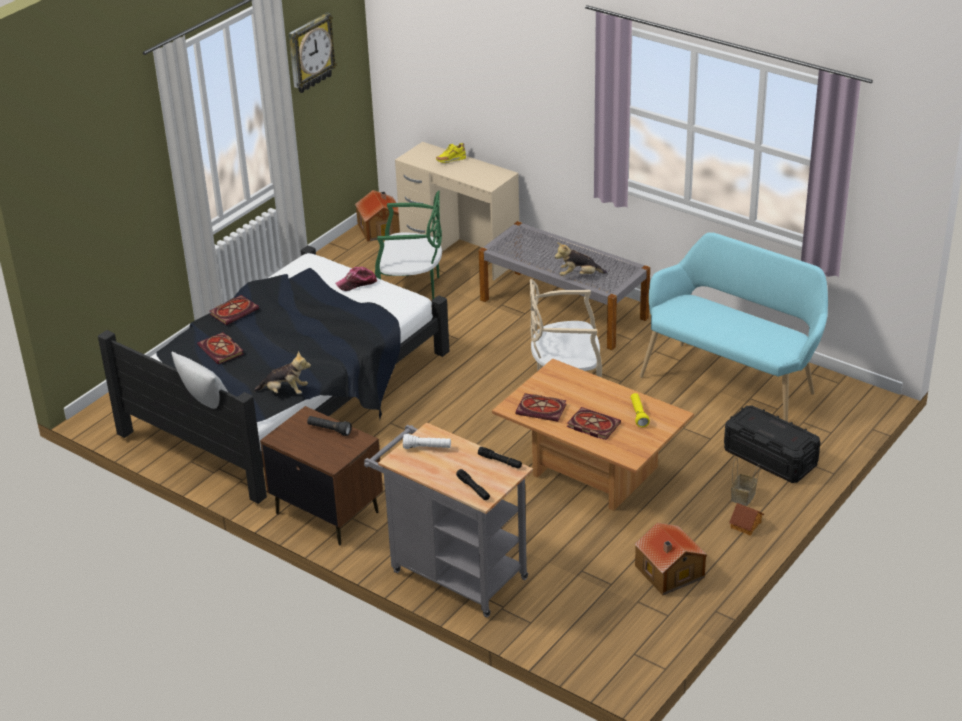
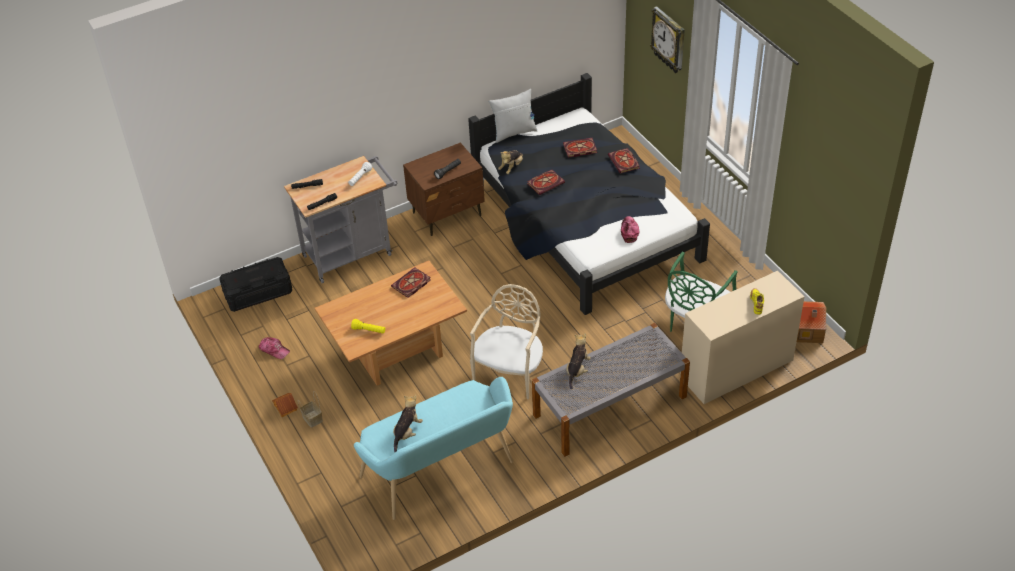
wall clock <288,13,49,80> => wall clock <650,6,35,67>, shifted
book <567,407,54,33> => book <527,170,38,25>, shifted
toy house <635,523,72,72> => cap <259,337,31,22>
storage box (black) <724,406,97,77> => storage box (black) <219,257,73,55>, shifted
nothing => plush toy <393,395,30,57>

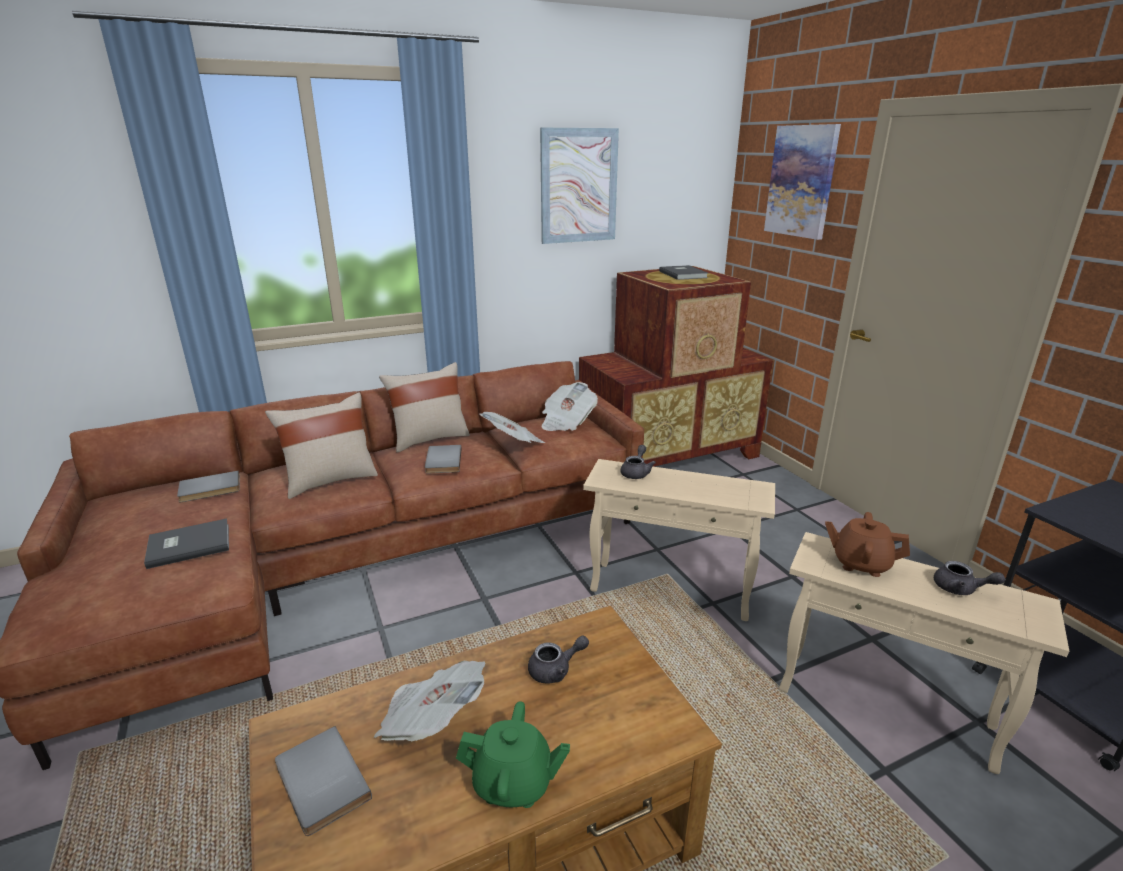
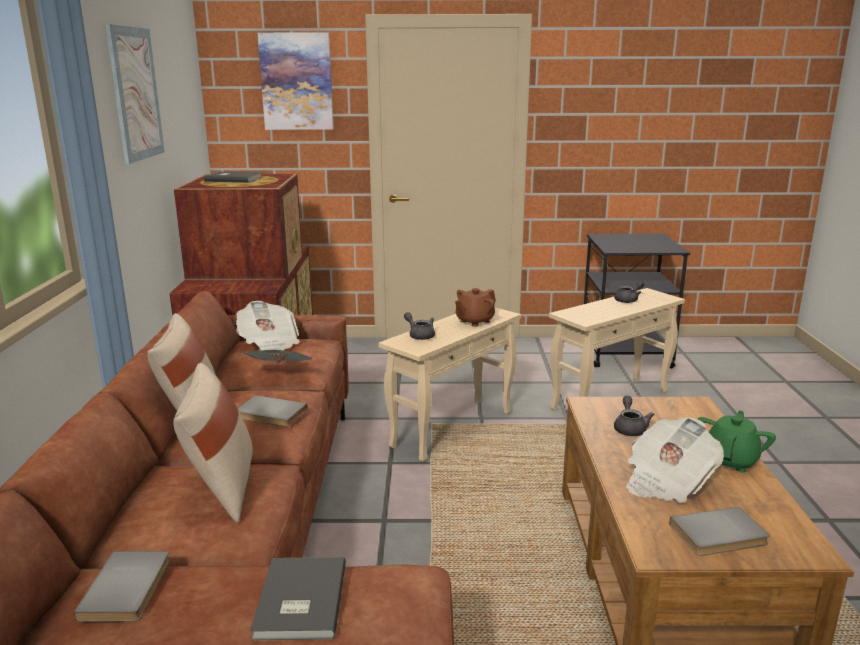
teapot (brown) <825,512,85,65> => teapot (brown) <455,288,41,39>, shifted

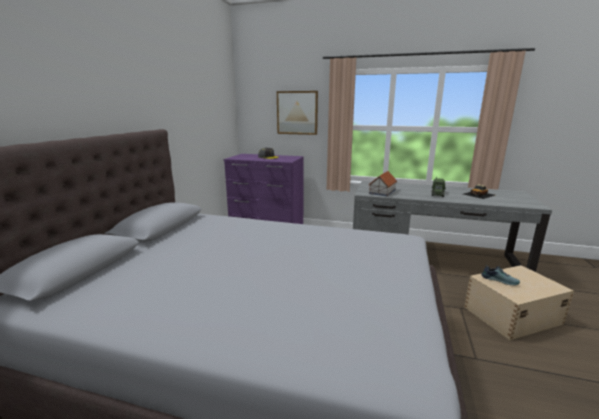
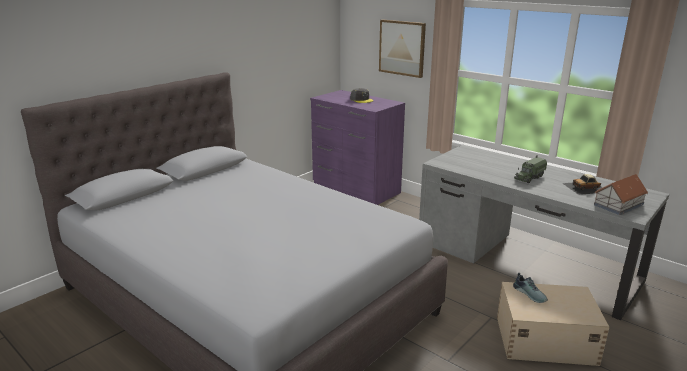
toy house <369,171,28,26> => toy house <594,174,54,41>, shifted

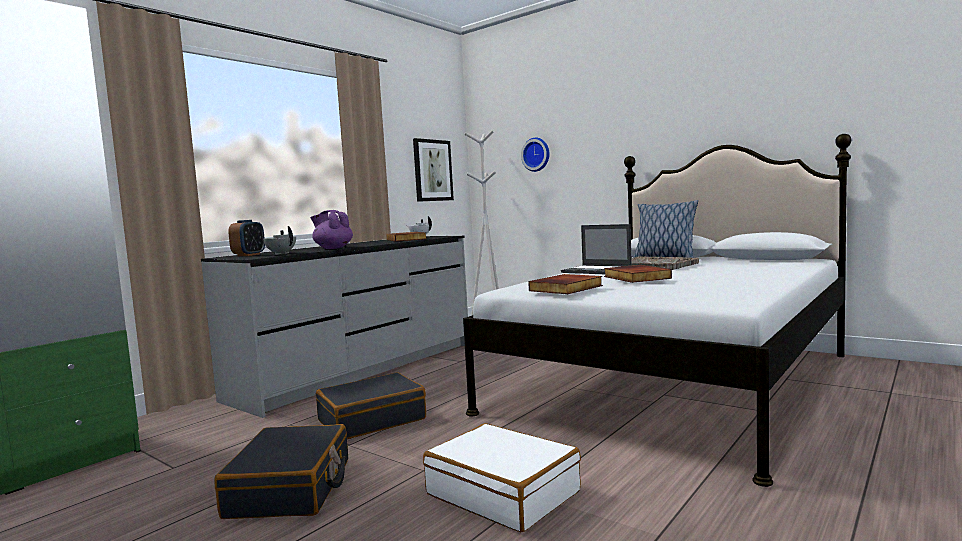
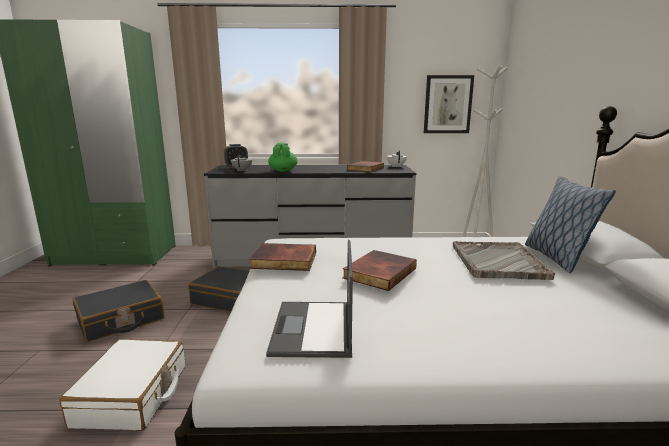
teapot (purple) <310,210,43,39> => teapot (green) <268,143,30,29>
wall clock <521,138,28,34> => nothing
laptop <561,224,71,50> => laptop <266,240,87,118>, shifted

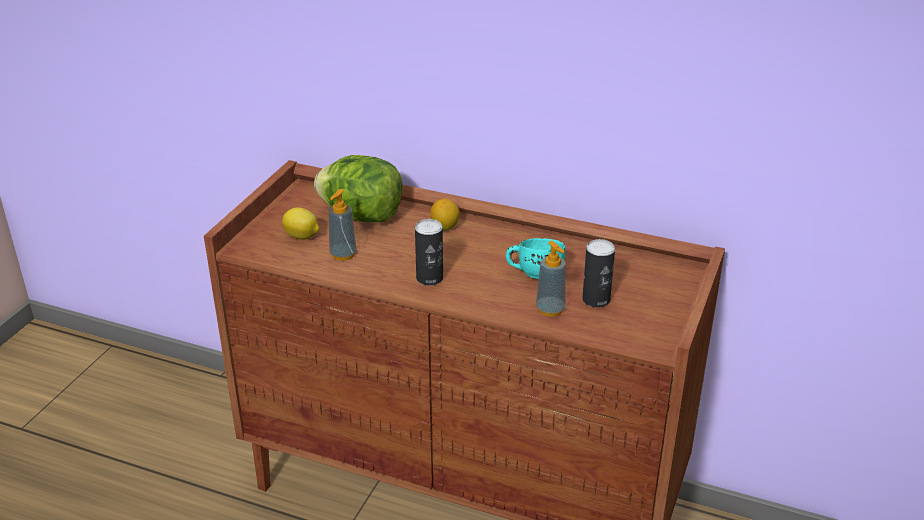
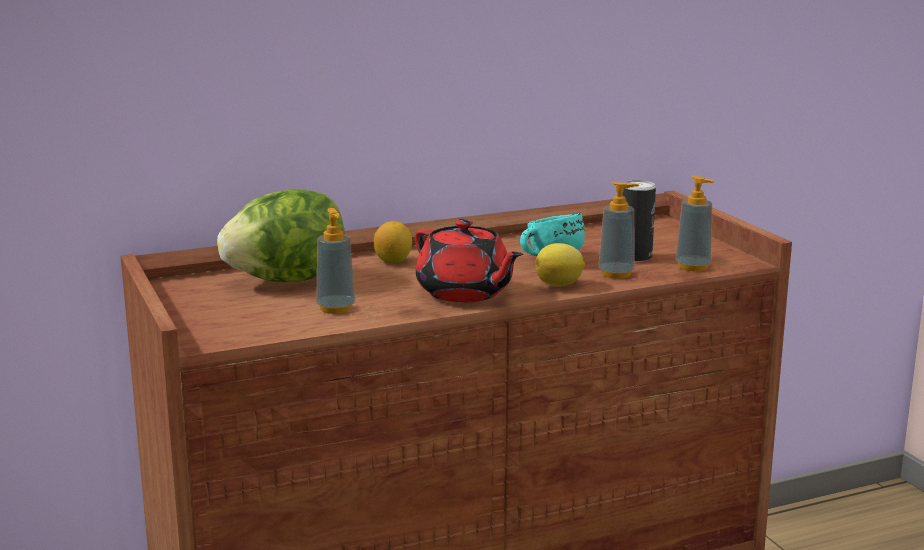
lemon <282,207,38,33> => lemon <535,243,50,44>, shifted
can <415,219,28,66> => teapot (red) <415,219,108,83>
nothing => soap dispenser <675,175,39,96>

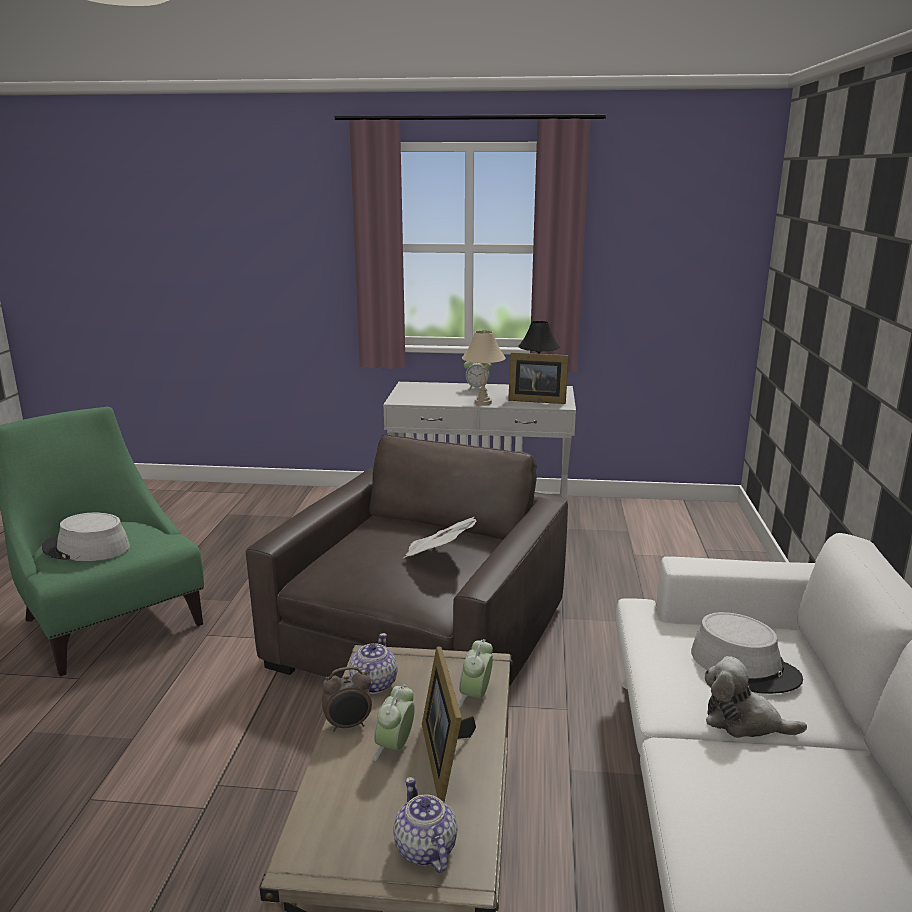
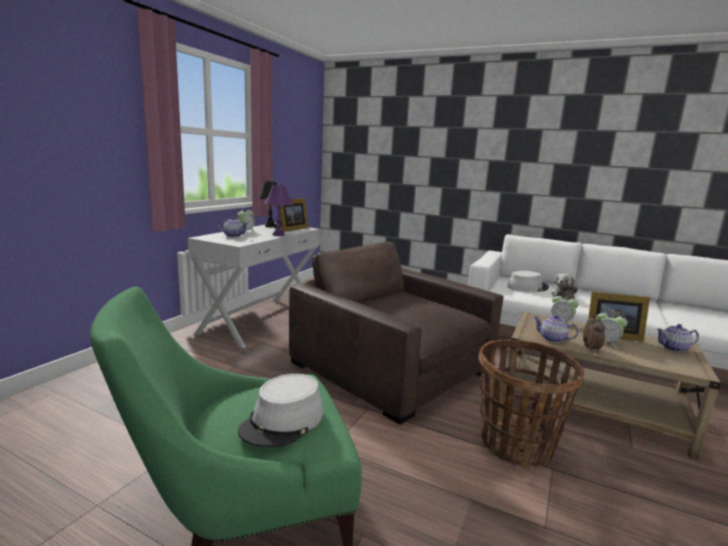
newspaper <403,517,73,41> => nothing
table lamp (beige) <462,330,44,75> => table lamp (purple) <264,185,30,51>
nothing => teapot <218,217,30,20>
nothing => basket <479,340,105,128>

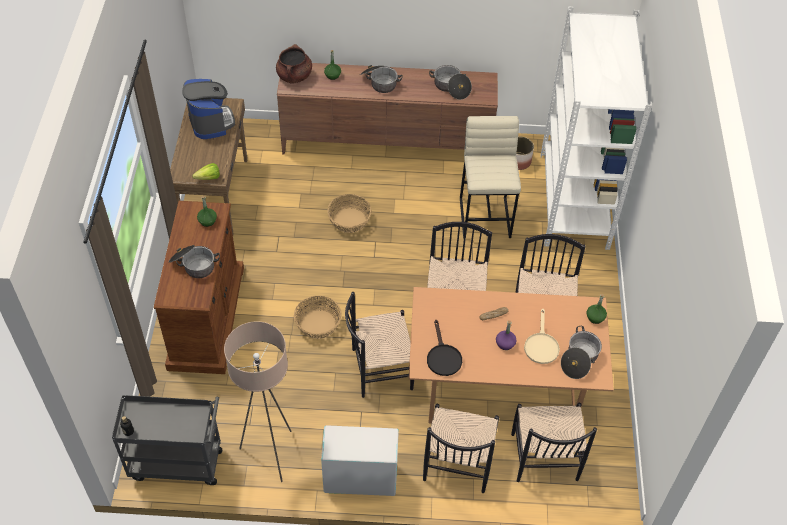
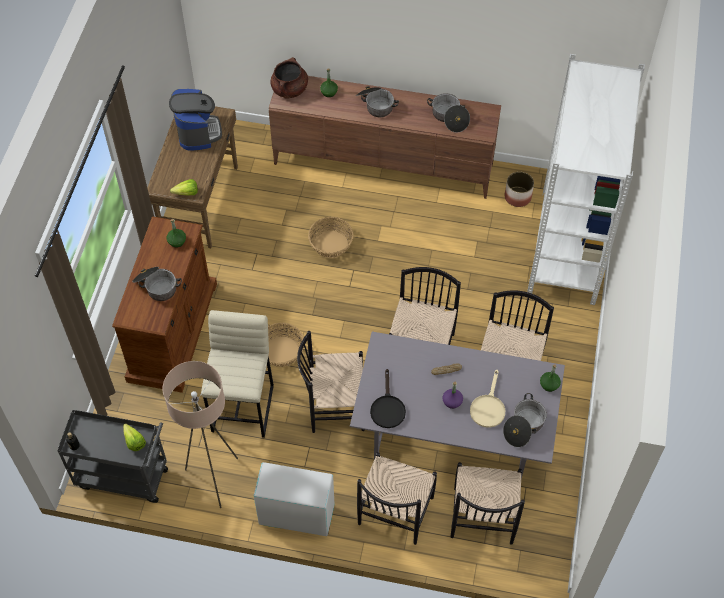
dining table (brown) <409,287,205,136> => dining table (grey) <350,332,215,147>
stool (beige) <460,116,61,123> => stool (beige) <201,310,73,128>, shifted
nothing => lettuce <123,423,23,28>

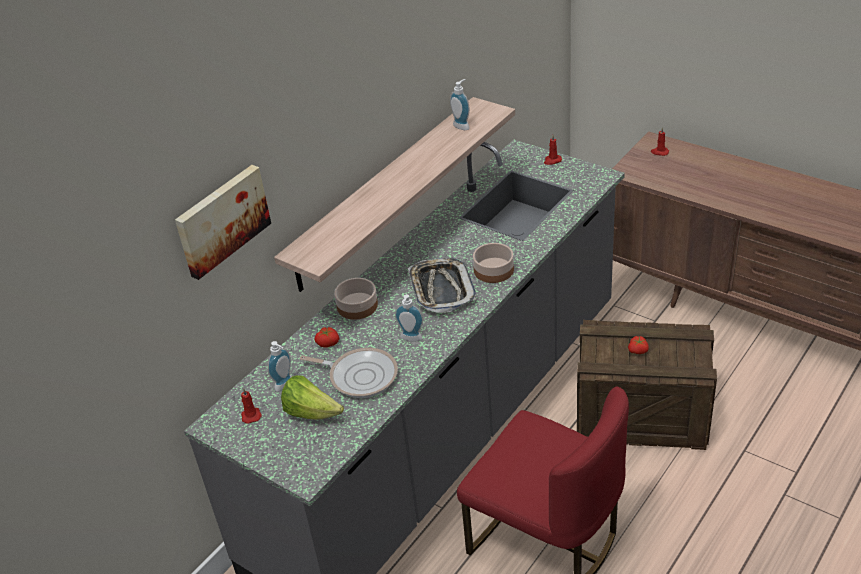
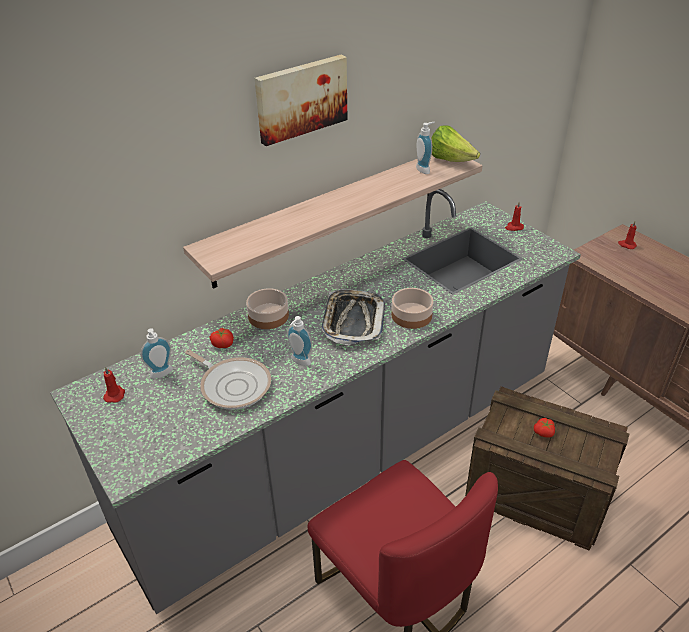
picture <175,165,96,115> => picture <255,55,93,91>, shifted
lettuce <281,375,63,45> => lettuce <431,125,49,37>, shifted

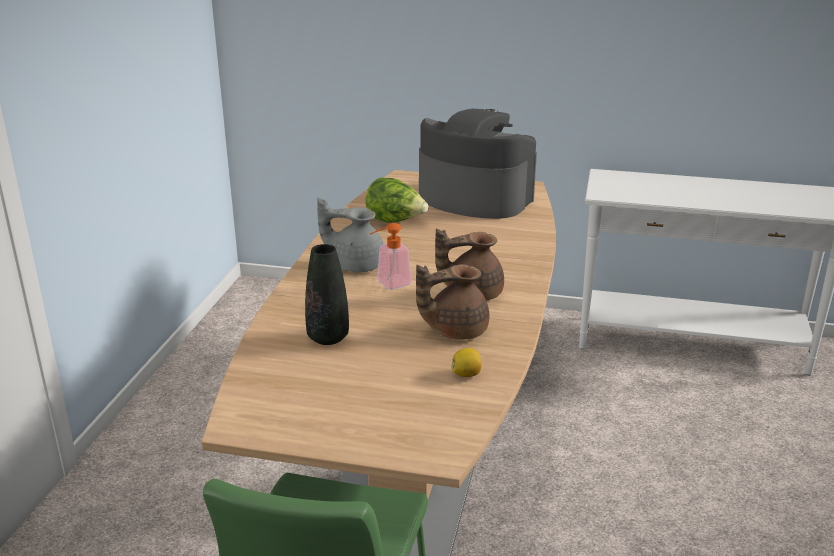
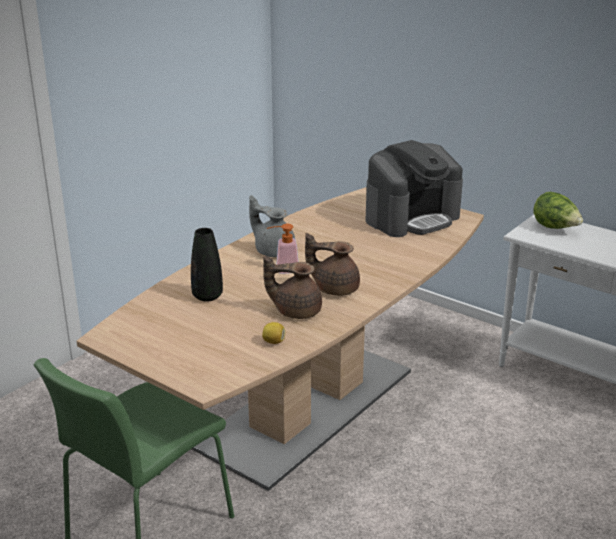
lettuce <365,178,63,44> => lettuce <533,192,50,37>, shifted
coffee machine <419,109,118,110> => coffee machine <366,140,97,97>, 90 degrees clockwise

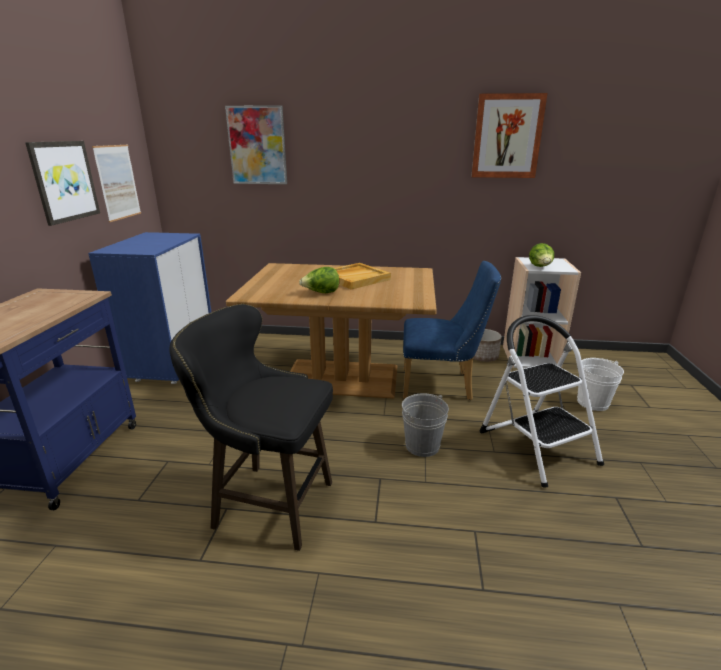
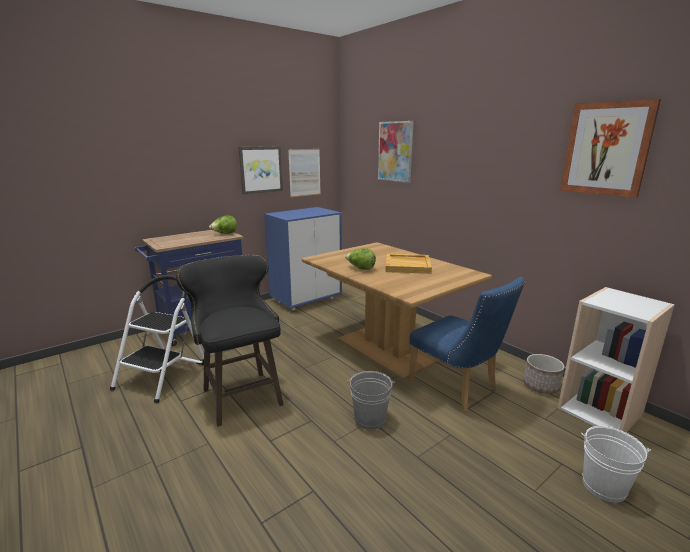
step ladder <480,315,124,173> => step ladder <110,275,94,128>, shifted
lettuce <529,243,25,24> => lettuce <209,215,28,19>, shifted

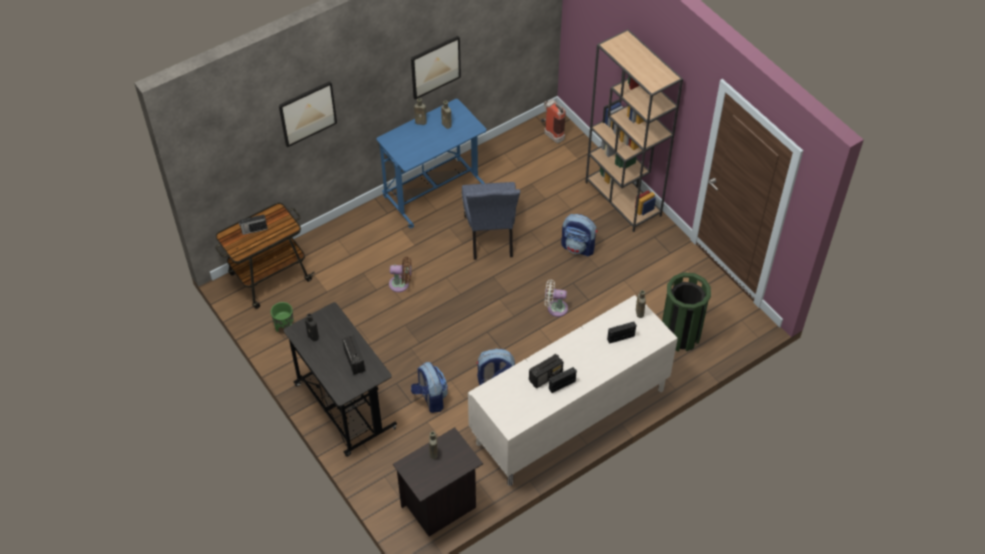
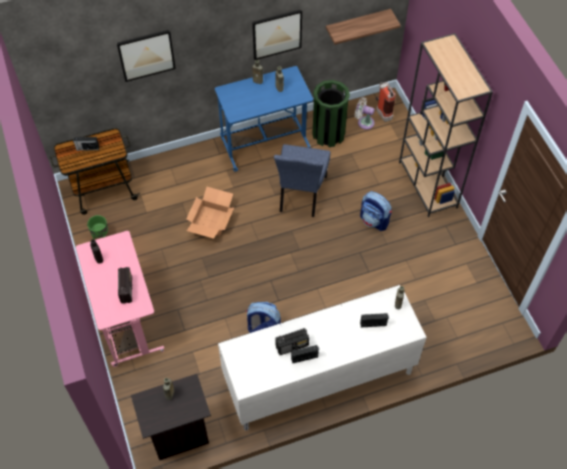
desk (black) <284,302,113,155> => desk (pink) <76,231,88,136>
fan (brown) <389,257,23,35> => cardboard box <186,187,48,52>
backpack <411,362,37,51> => nothing
fan (white) <545,280,23,37> => fan (white) <355,97,20,33>, shifted
trash can (green) <662,272,49,80> => trash can (green) <312,80,38,67>, shifted
nothing => shelf <326,9,75,36>

